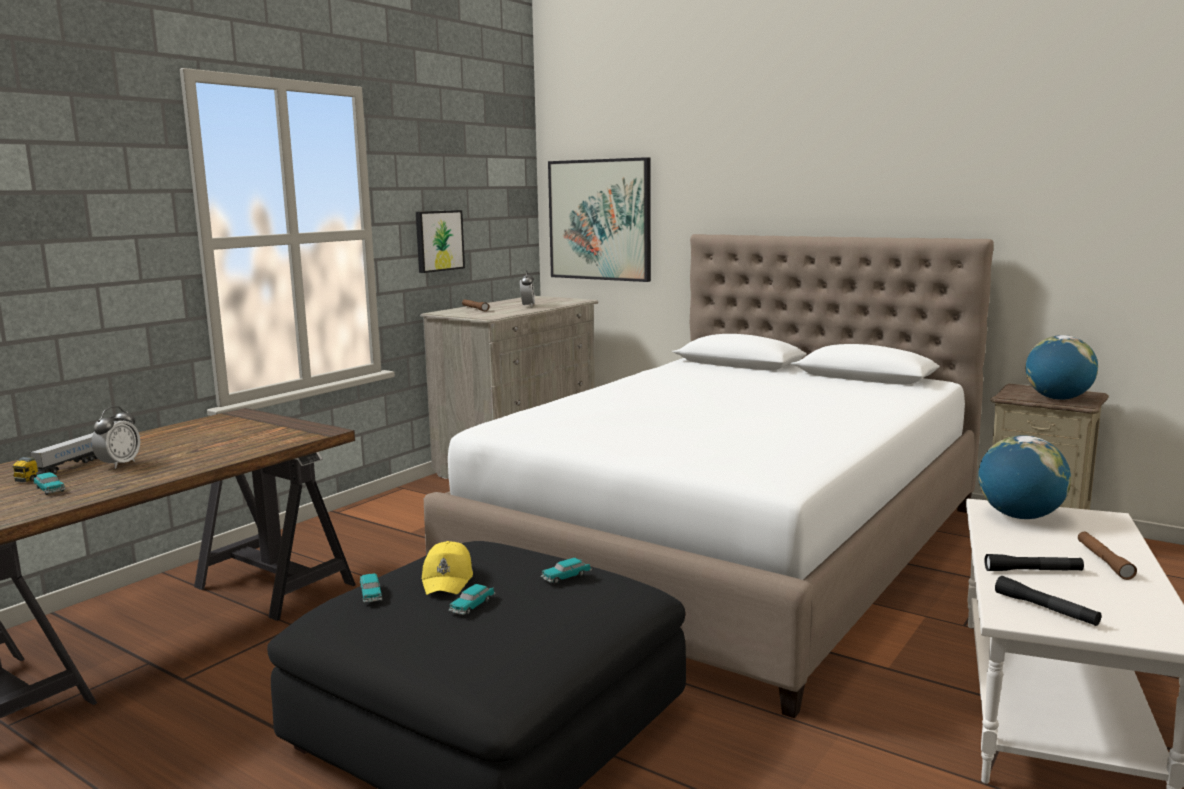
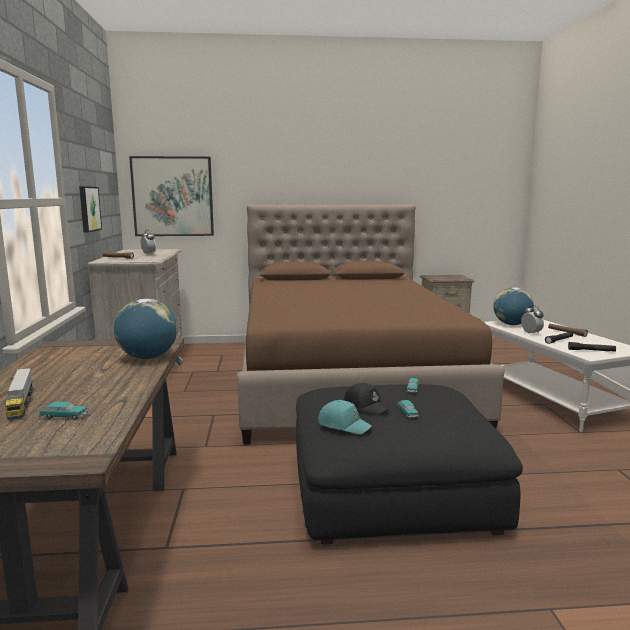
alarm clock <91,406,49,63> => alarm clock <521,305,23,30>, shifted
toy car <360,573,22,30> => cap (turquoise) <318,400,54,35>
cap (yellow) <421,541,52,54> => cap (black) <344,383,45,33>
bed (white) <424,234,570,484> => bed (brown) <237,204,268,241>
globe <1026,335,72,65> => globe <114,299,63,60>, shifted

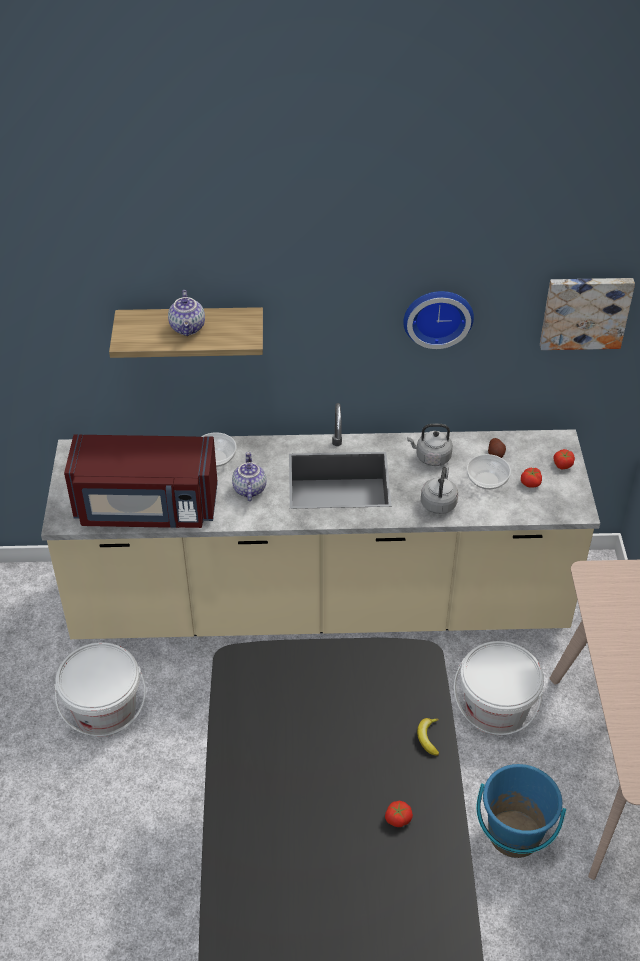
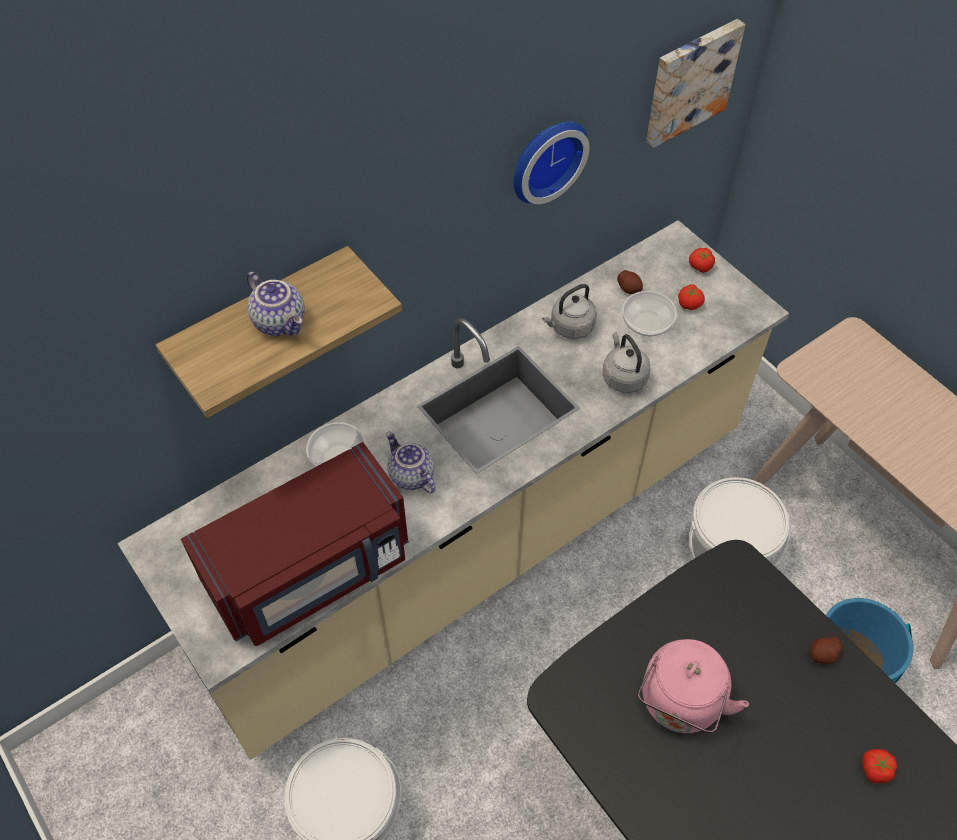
banana <417,718,22,38> => potato <810,637,33,27>
nothing => kettle (pink) <637,639,112,94>

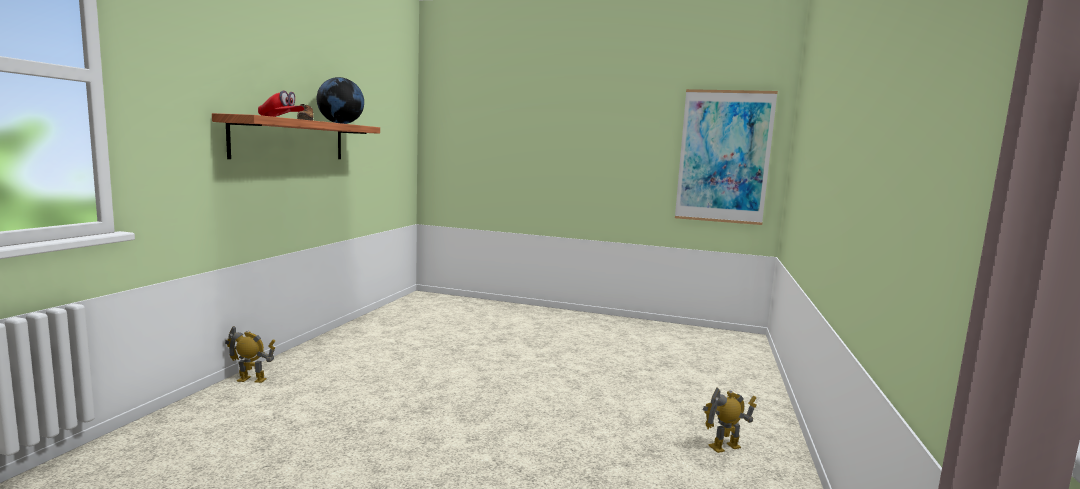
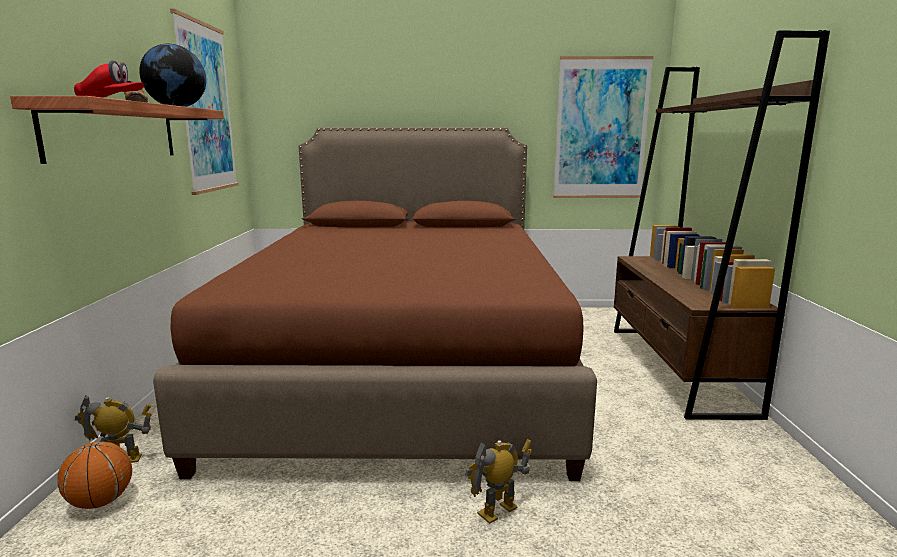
toy robot <703,388,54,65> => toy robot <465,439,68,85>, shifted
nothing => basketball <57,441,75,68>
nothing => bed (brown) <153,127,444,354>
nothing => picture <170,9,69,186>
nothing => bookcase (brown) <614,30,216,390>

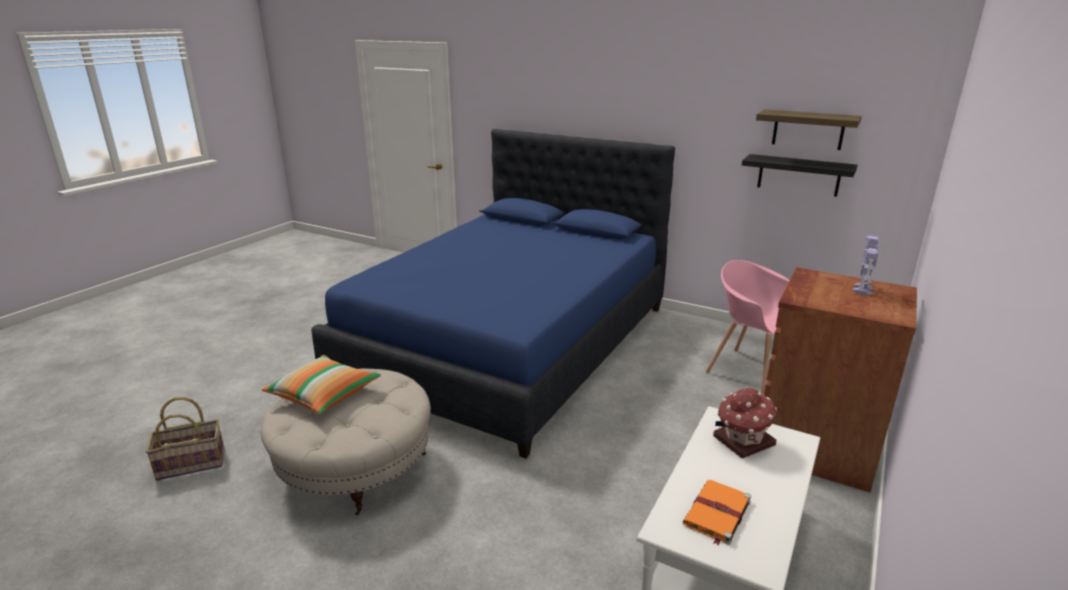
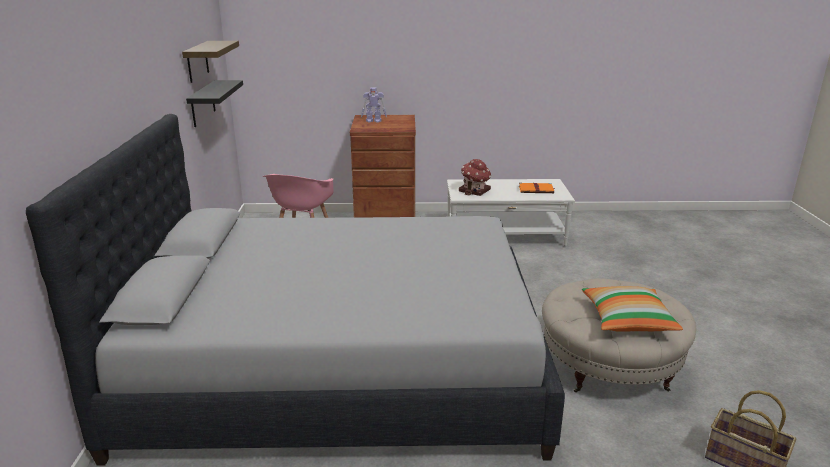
bed (blue) <311,129,364,330> => bed (grey) <26,114,539,352>

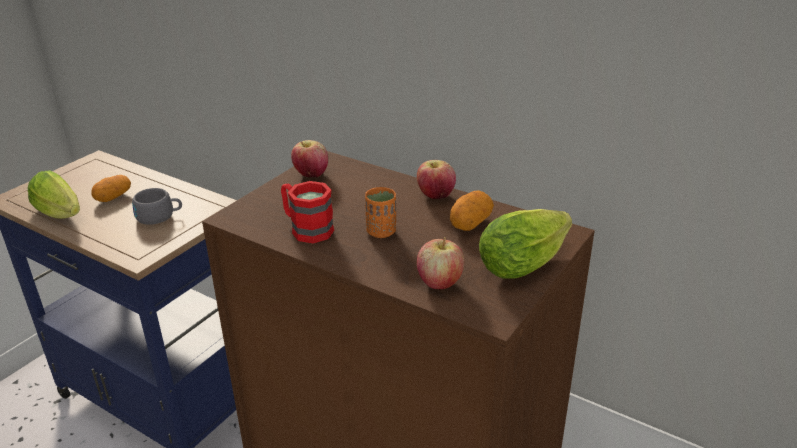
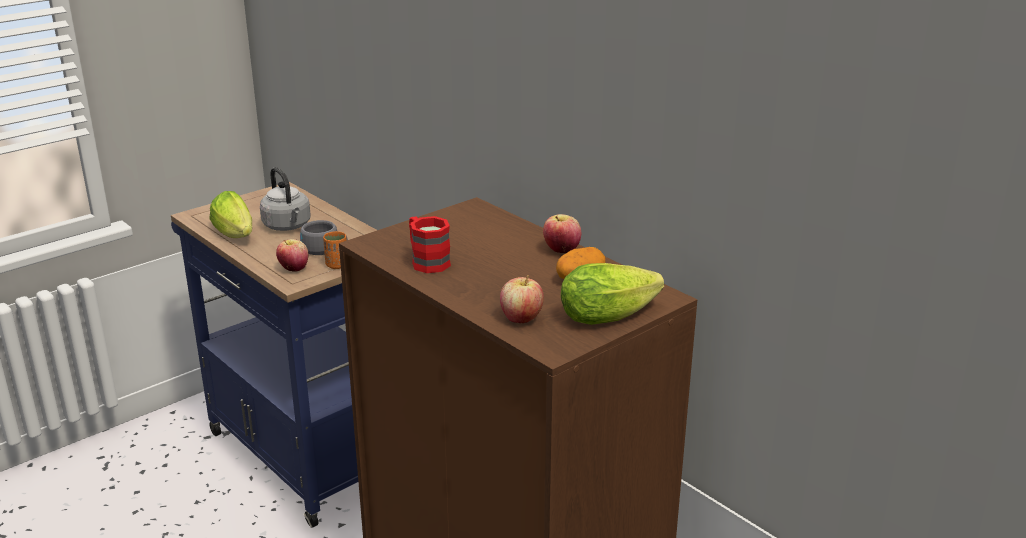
potato <92,175,39,27> => kettle (grey) <260,167,51,64>
apple <291,140,37,38> => apple <276,239,33,33>, shifted
cup (orange) <365,187,31,51> => cup (orange) <323,231,24,38>, shifted

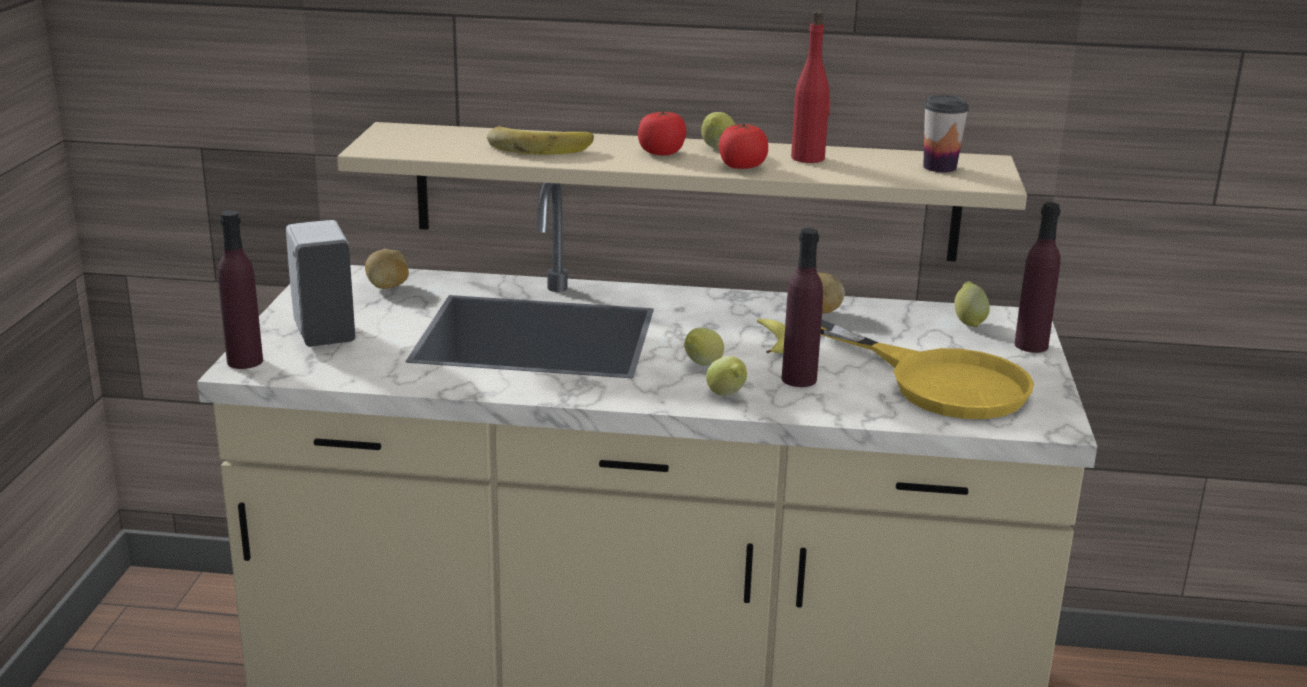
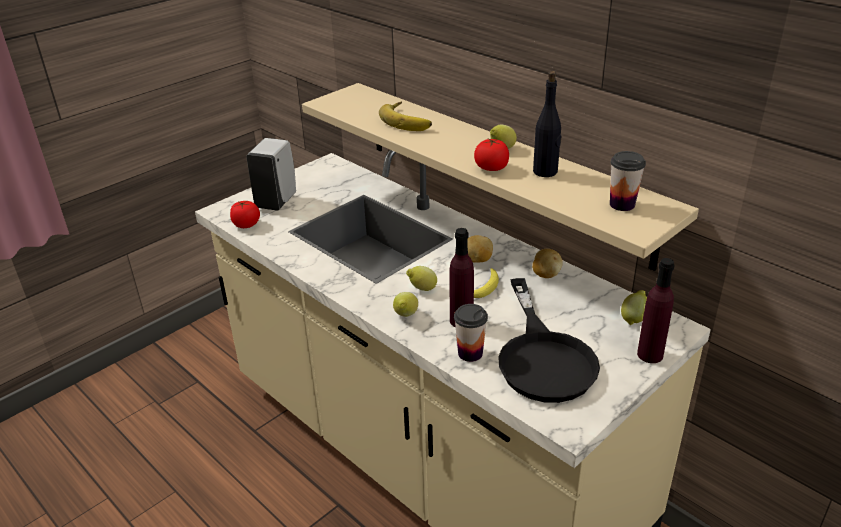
bottle (purple) <218,210,45,159> => nothing
potato <365,249,44,40> => potato <467,235,26,28>, shifted
tomato <638,111,48,45> => tomato <230,201,30,27>, shifted
bottle (red) <791,10,39,153> => bottle (black) <533,71,28,106>
frying pan (yellow) <821,320,213,99> => frying pan (black) <498,278,102,125>
nothing => cup <454,304,34,58>

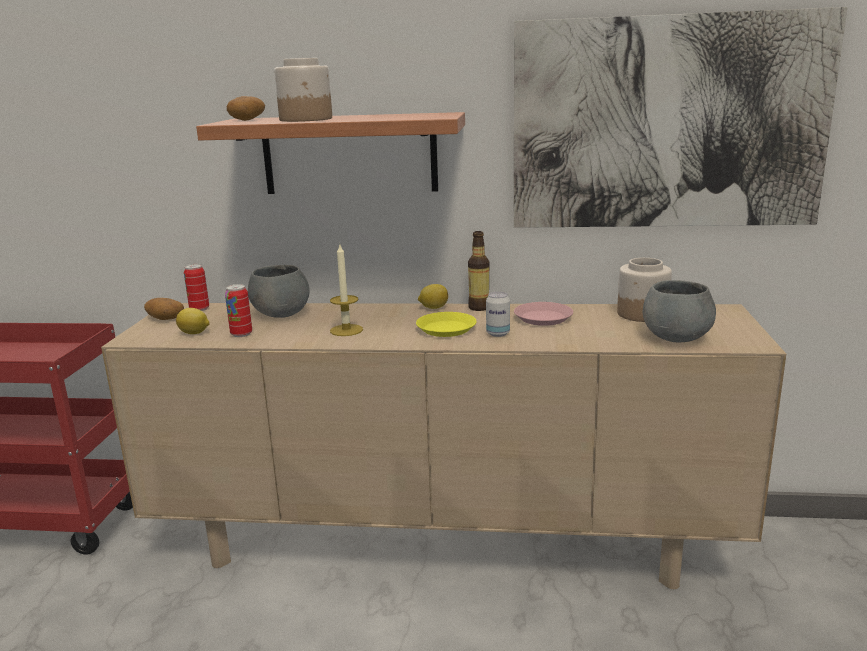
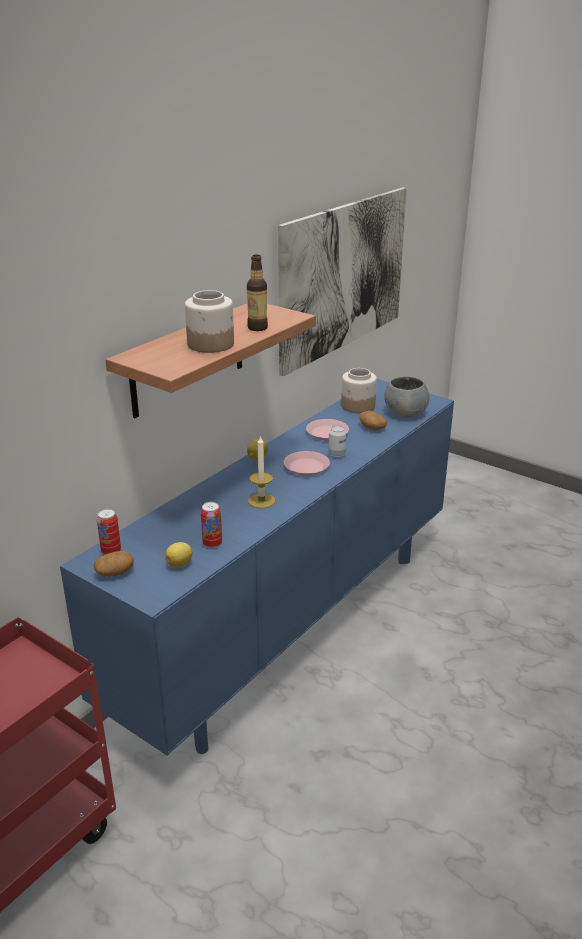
cabinet (beige) <101,303,685,286> => cabinet (blue) <60,379,394,376>
potato <227,96,38,25> => potato <359,411,28,19>, shifted
bowl (grey) <248,265,62,53> => nothing
plate (yellow) <416,312,61,25> => plate (pink) <284,451,46,25>
bottle <468,231,21,80> => bottle <247,255,21,76>, shifted

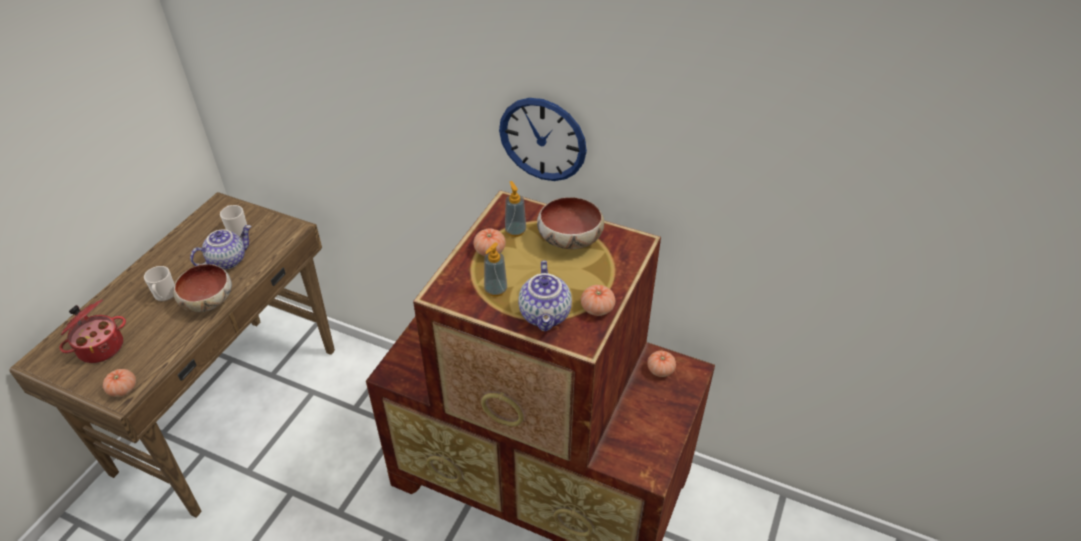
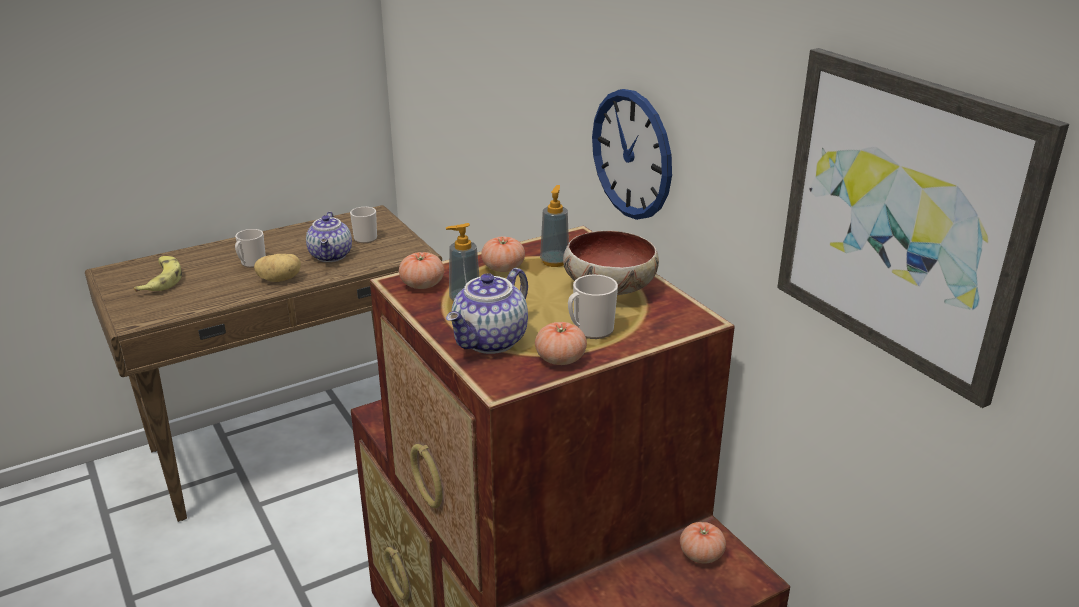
cooking pot <59,299,67,64> => banana <133,256,49,36>
tomato <103,369,33,28> => tomato <399,252,45,37>, shifted
bowl <173,264,59,48> => potato <254,254,47,28>
teapot <190,225,62,45> => teapot <306,212,46,50>, 90 degrees clockwise
nothing => mug <568,275,50,64>
nothing => picture <777,48,292,360>

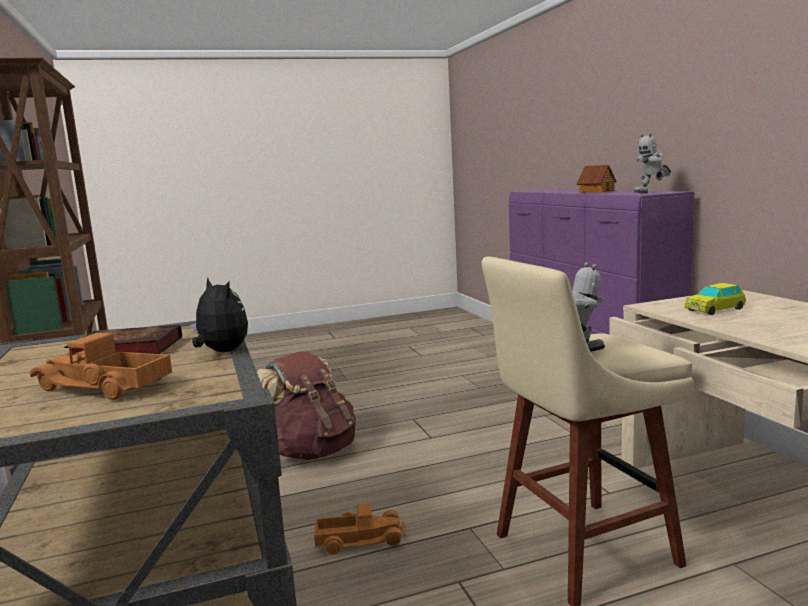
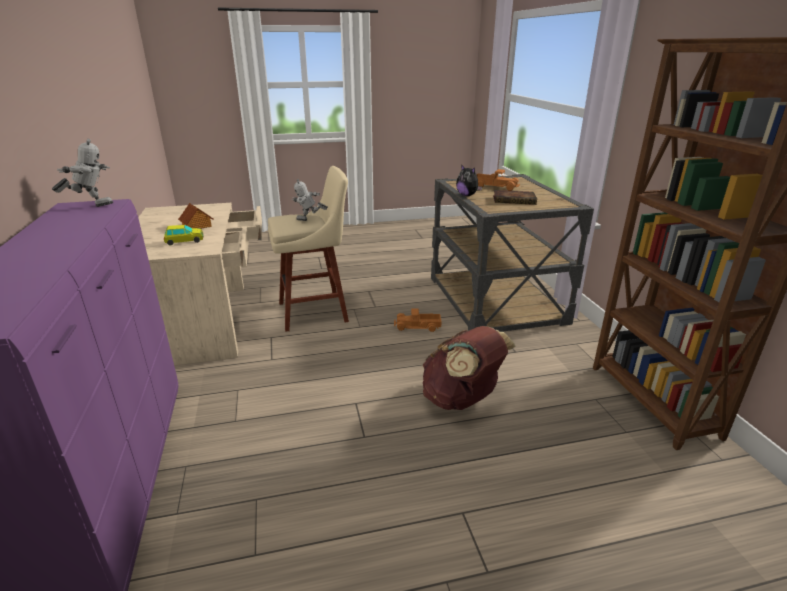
toy house <577,165,40,28> => toy house <178,203,36,26>, shifted

